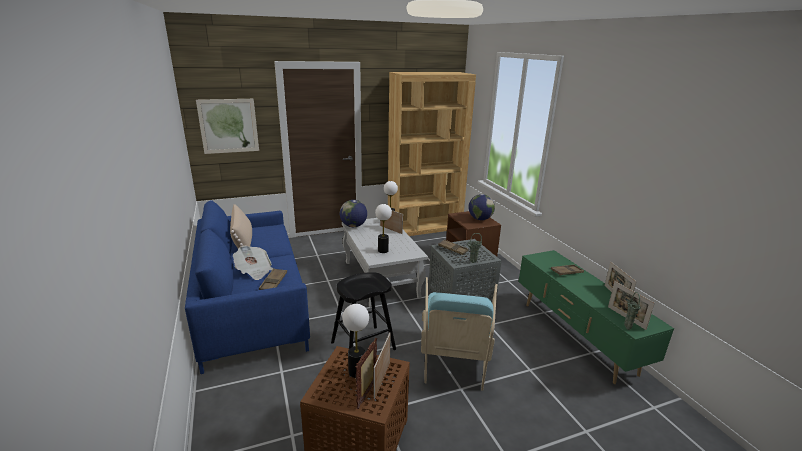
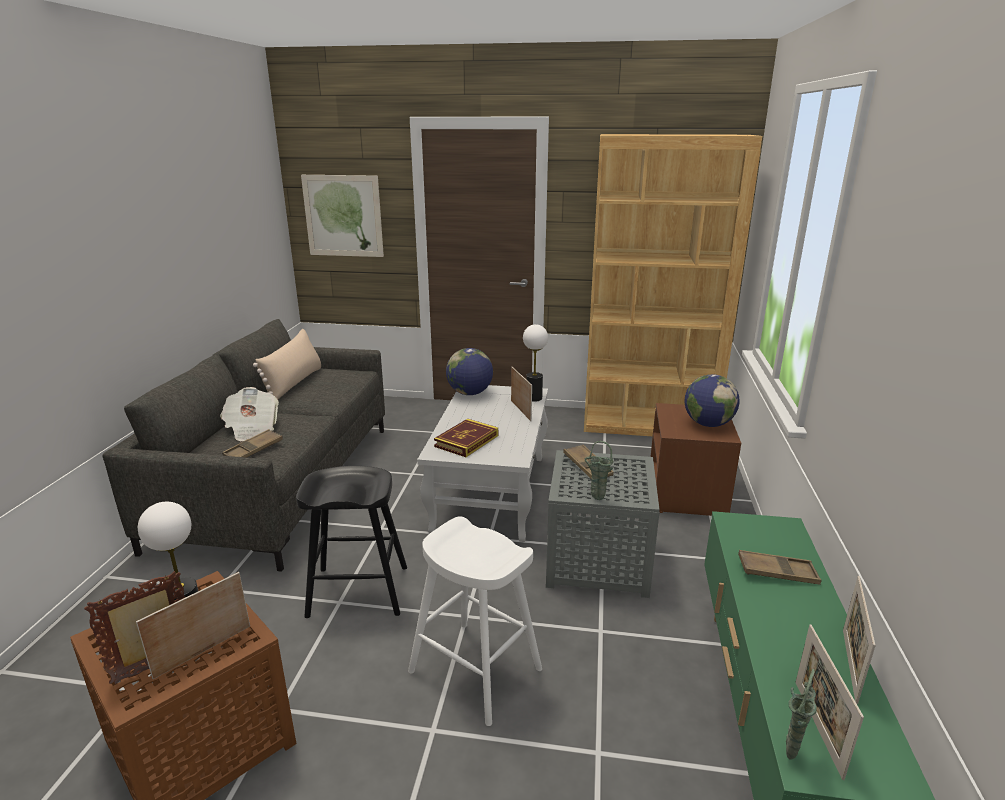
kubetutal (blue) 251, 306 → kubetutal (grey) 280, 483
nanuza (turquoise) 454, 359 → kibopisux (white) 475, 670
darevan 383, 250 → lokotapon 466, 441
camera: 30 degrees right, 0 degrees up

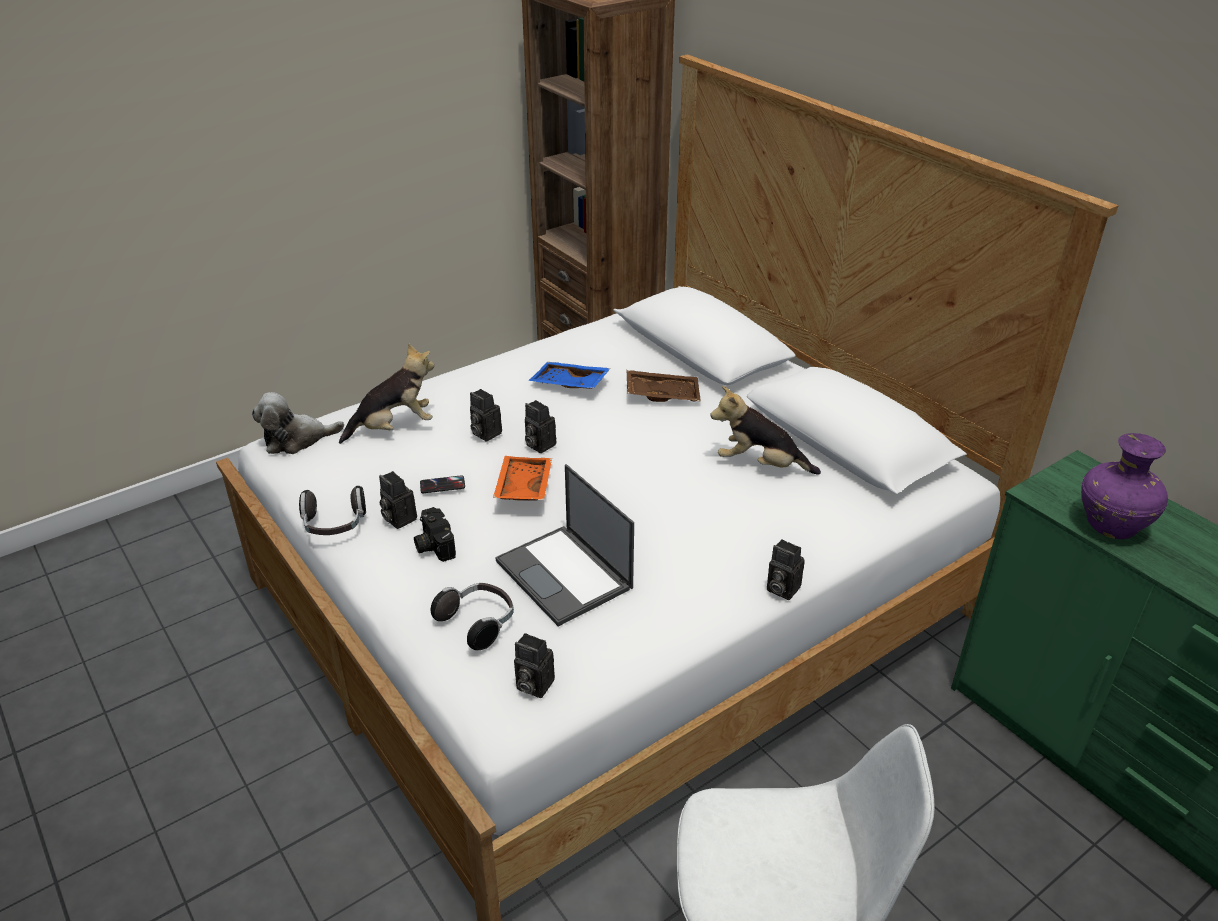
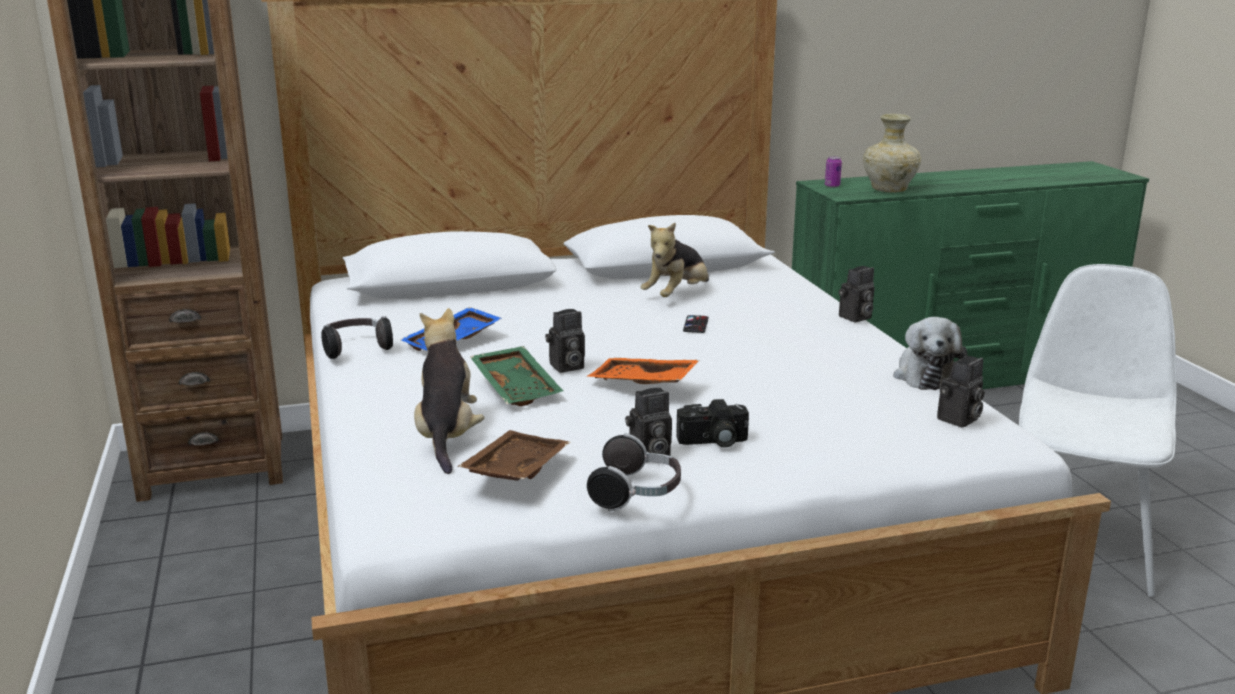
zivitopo 478, 623 → zivitopo 355, 349, shifted
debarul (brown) 662, 394 → debarul (brown) 514, 469, shifted
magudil 484, 433 → debarul (green) 518, 387
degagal 442, 485 → degagal 696, 324, shifted
- → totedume 832, 186
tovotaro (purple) 1112, 525 → tovotaro (beige) 888, 190
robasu 296, 440 → robasu 924, 375, shifted
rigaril 565, 575 → -
camera: 70 degrees left, 15 degrees down

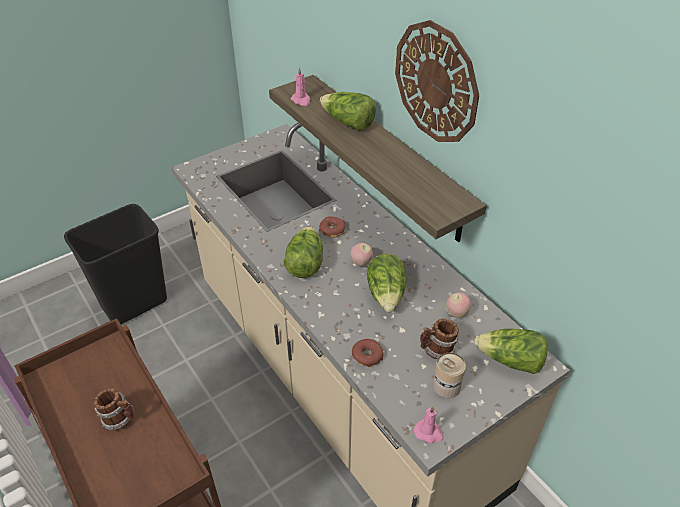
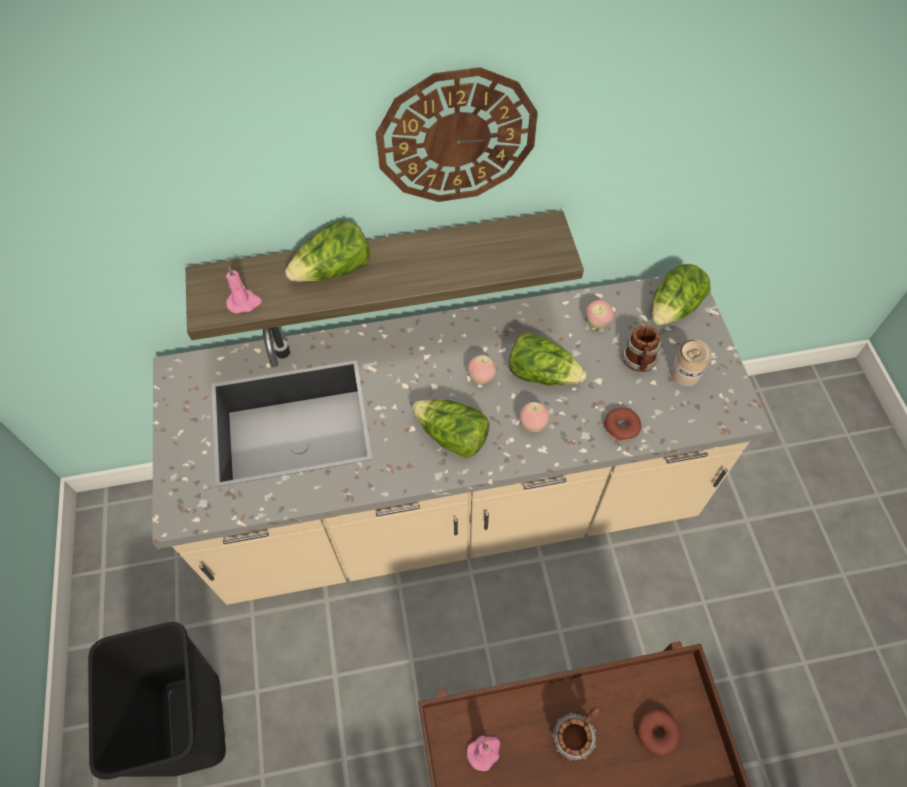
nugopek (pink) 429, 433 → nugopek (pink) 484, 751, shifted
- → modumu 533, 424
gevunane 332, 230 → gevunane 656, 733, shifted
camera: 65 degrees left, 15 degrees up

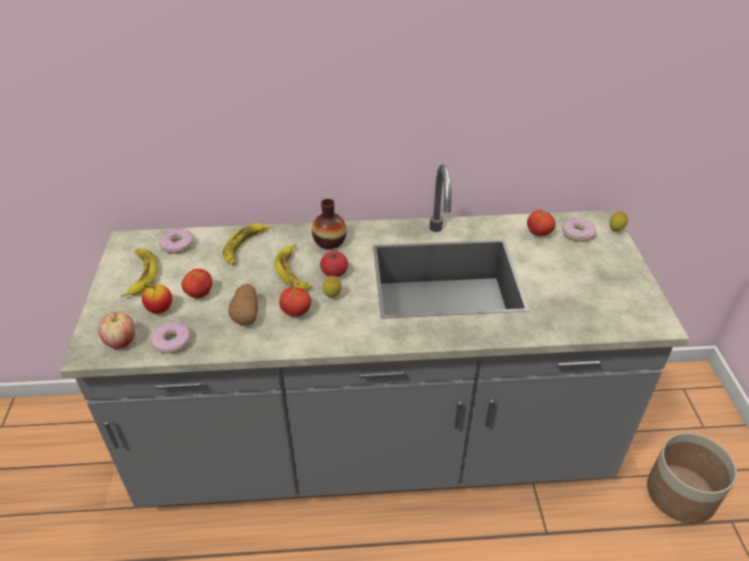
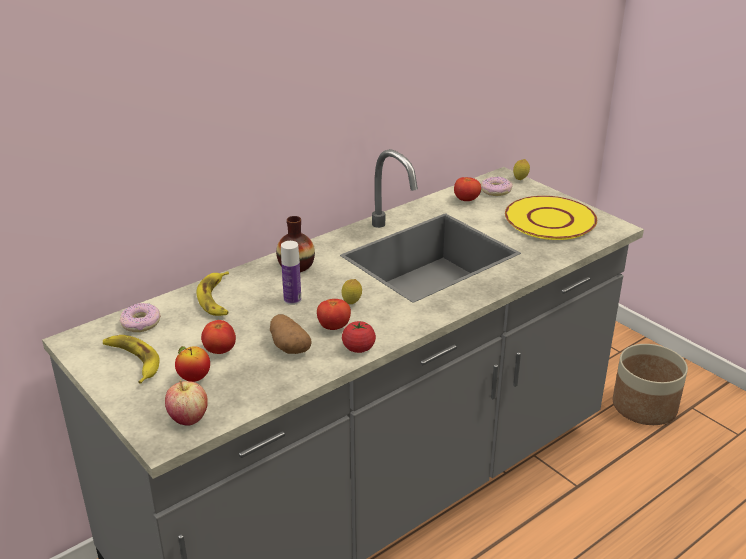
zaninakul 294, 272 → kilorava 292, 300
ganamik 334, 273 → ganamik 358, 348, shifted
- → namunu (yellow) 549, 220
gevunane 172, 342 → -
camera: 35 degrees left, 10 degrees down

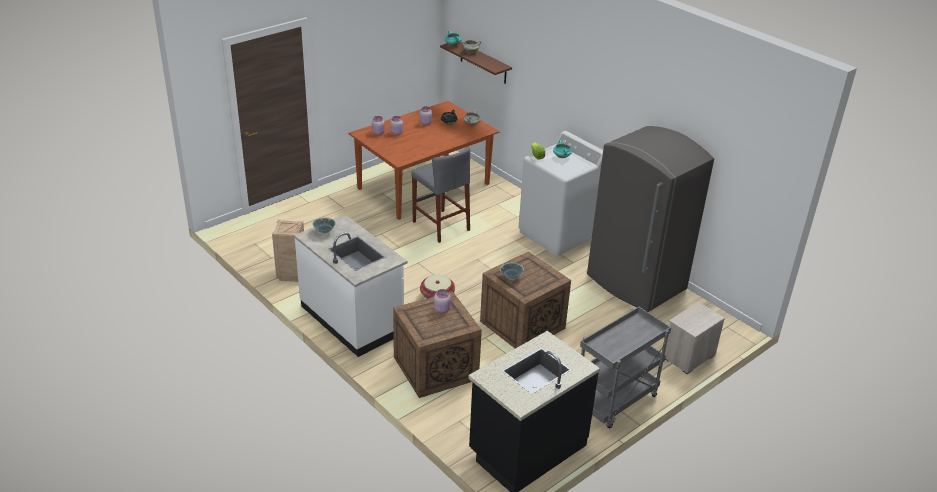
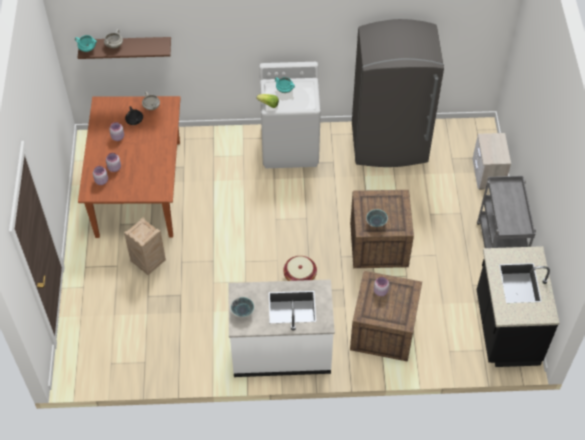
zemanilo 292, 275 → zemanilo 149, 263, shifted
kibopisux (grey) 441, 226 → -
camera: 50 degrees left, 20 degrees up

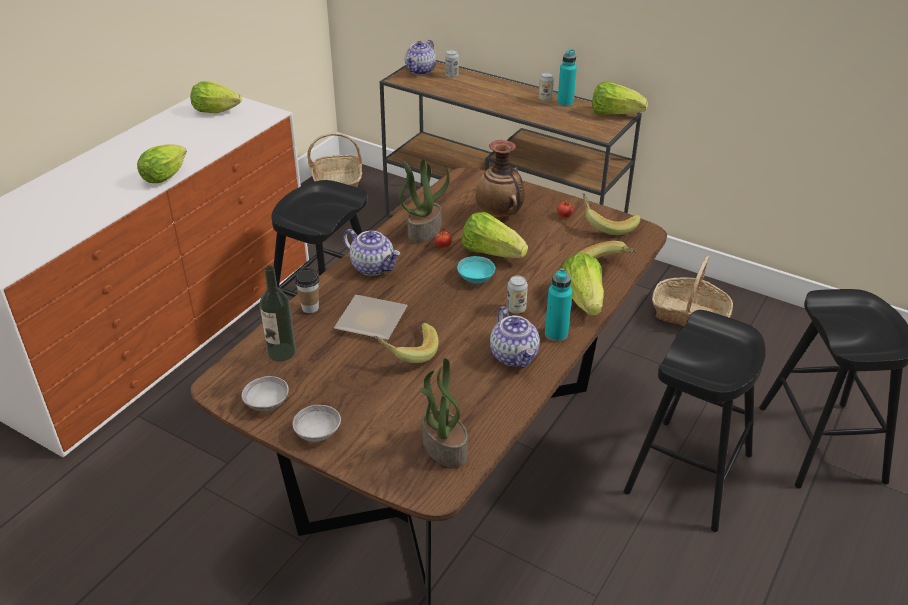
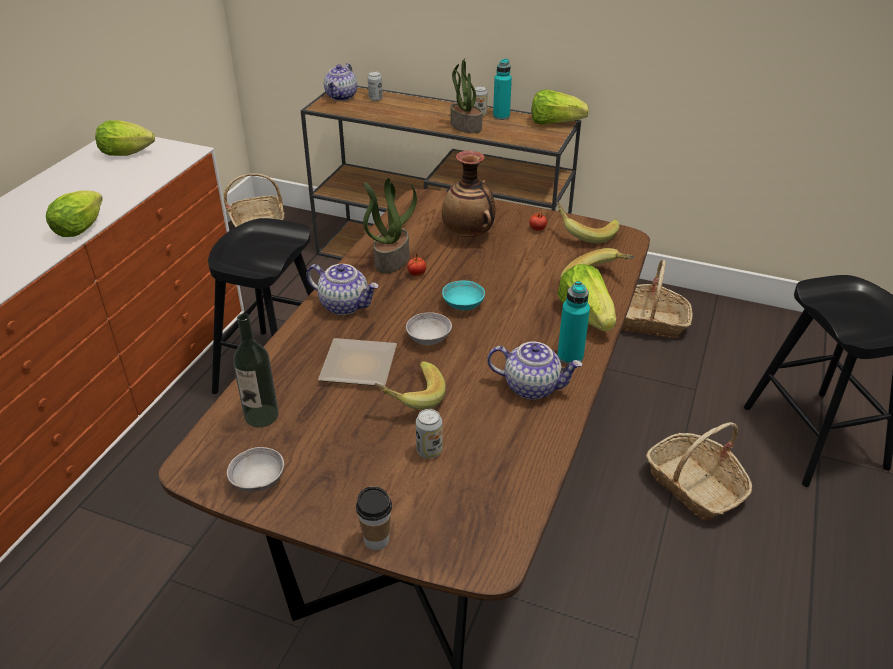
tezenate 310, 308 → tezenate 376, 540, shifted
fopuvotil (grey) 318, 432 → fopuvotil (grey) 429, 338, shifted
totedume 516, 309 → totedume 429, 451, shifted
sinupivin 443, 448 → sinupivin 465, 126, shifted
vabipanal 514, 356 → vabipanal 532, 386, 45 degrees counterclockwise
kibopisux (black) 688, 473 → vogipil 694, 486
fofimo 491, 252 → -
camera: 10 degrees left, 0 degrees up

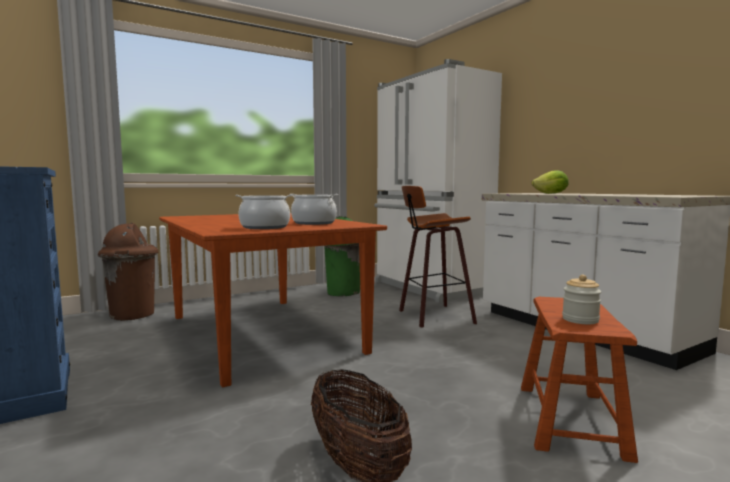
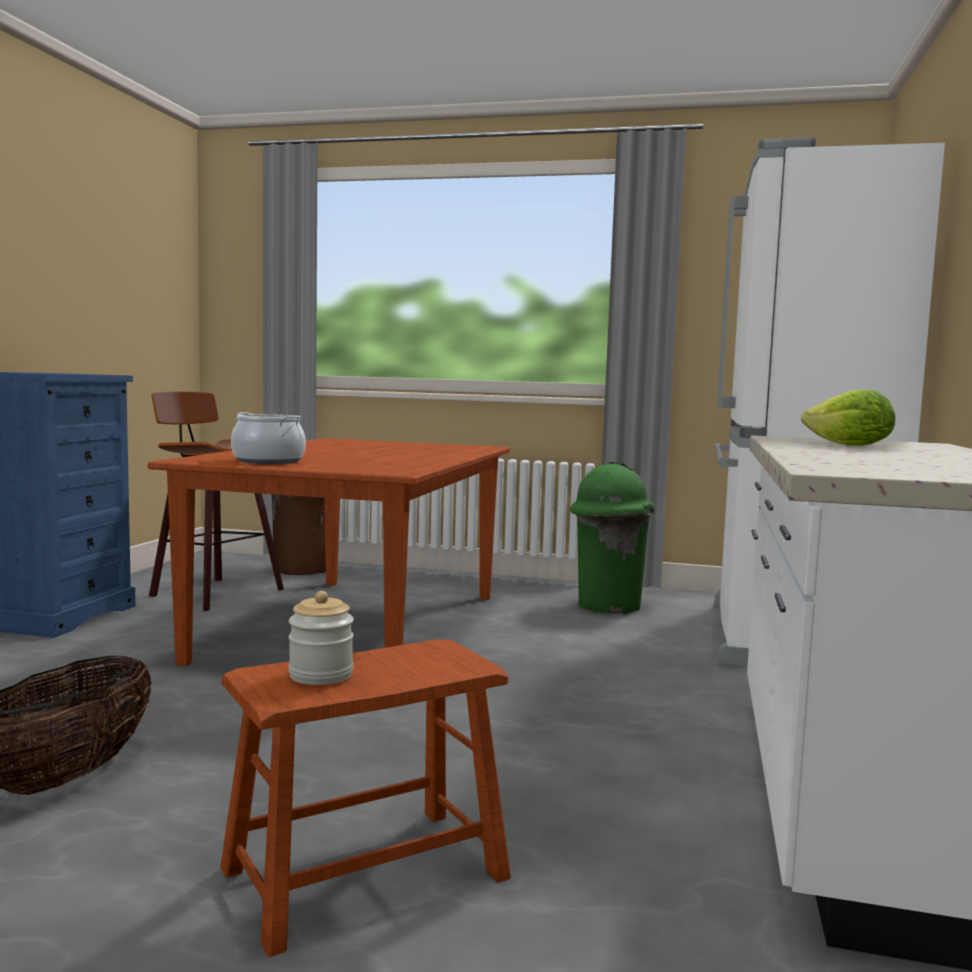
kibopisux 433, 316 → kibopisux 212, 593, shifted
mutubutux 314, 223 → -
camera: 45 degrees right, 0 degrees up

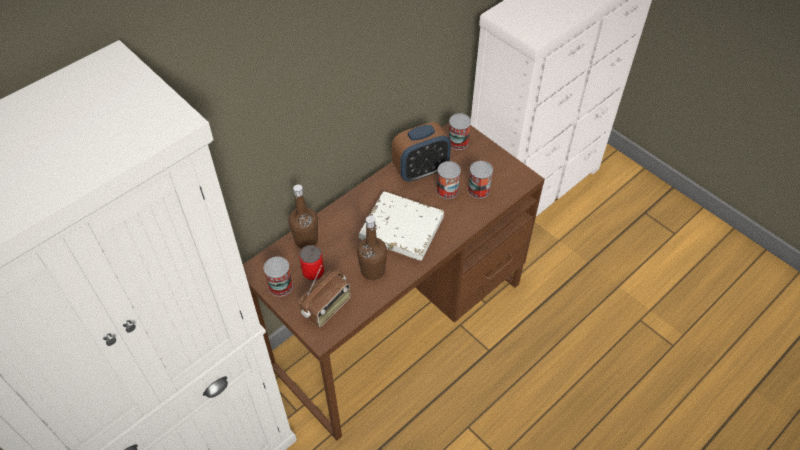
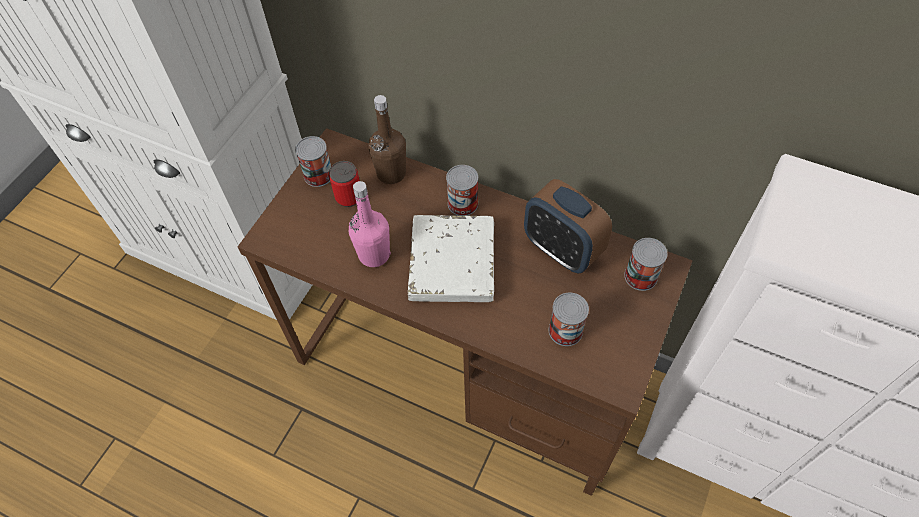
kilorava (brown) 373, 271 → kilorava (pink) 374, 254
totedume 447, 190 → totedume 462, 203, shifted
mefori 327, 308 → -
camera: 70 degrees right, 5 degrees up

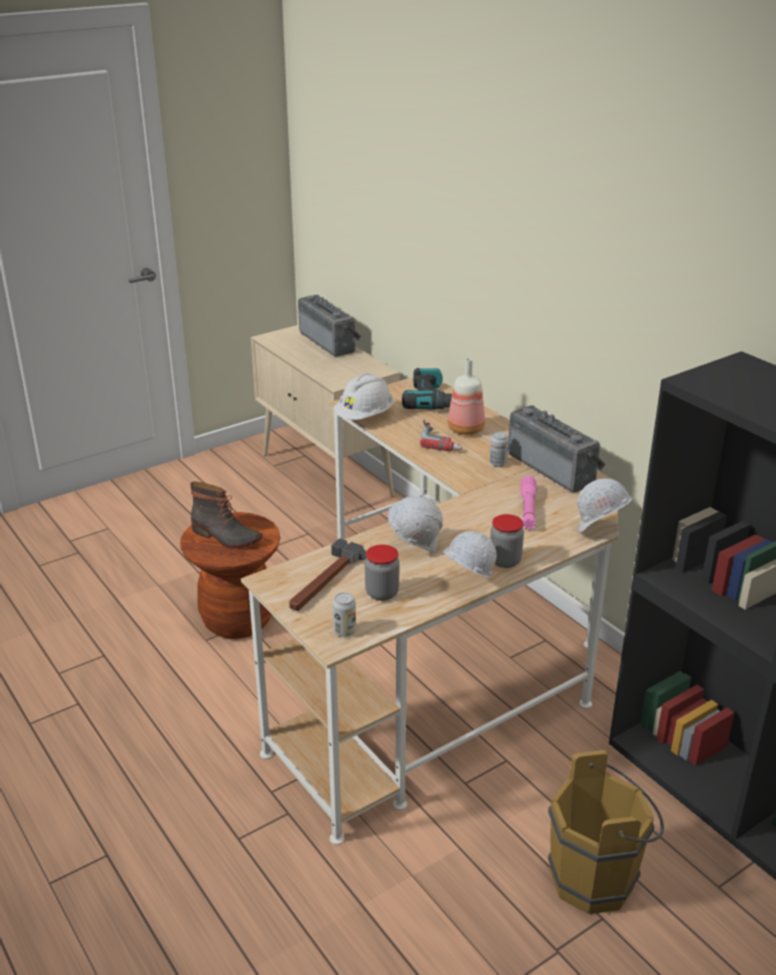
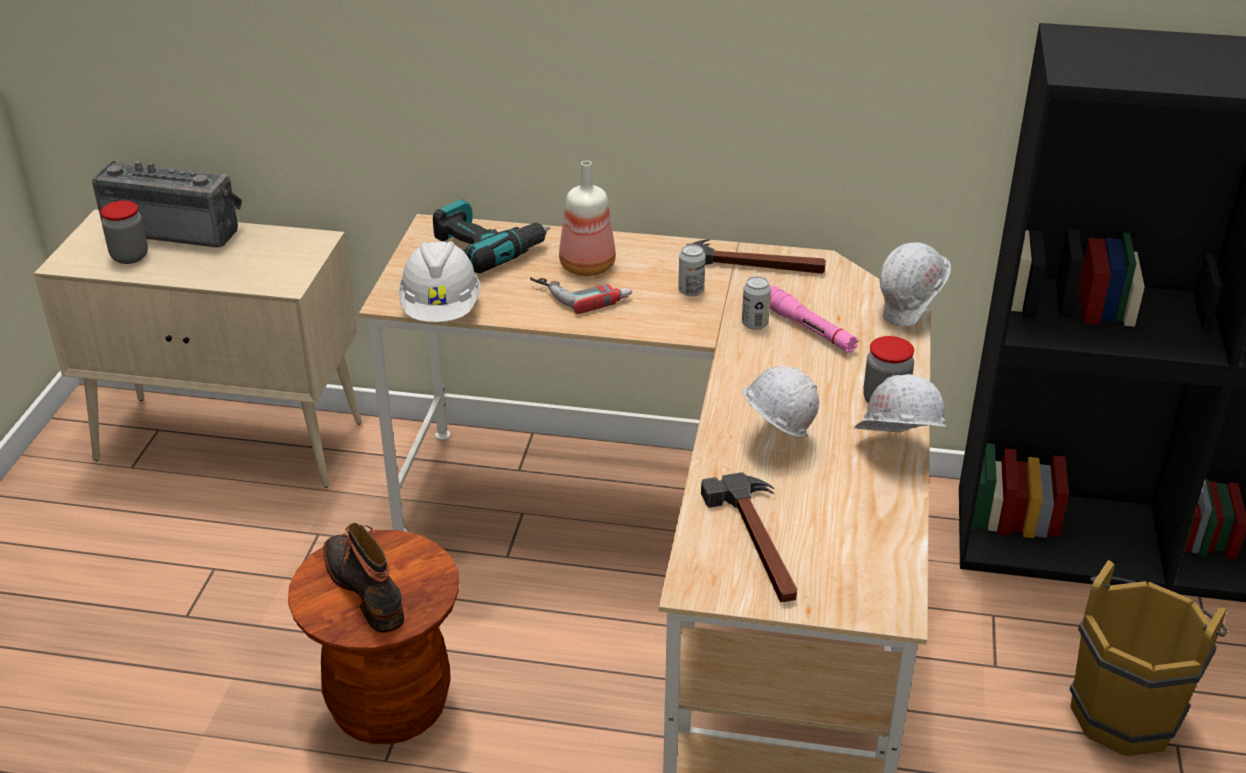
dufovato 382, 593 → dufovato 130, 256, shifted
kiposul 225, 537 → kiposul 367, 588, 105 degrees counterclockwise
mefori 554, 468 → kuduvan 754, 266
totedume 344, 631 → totedume 754, 324, shifted
camera: 45 degrees left, 5 degrees up

